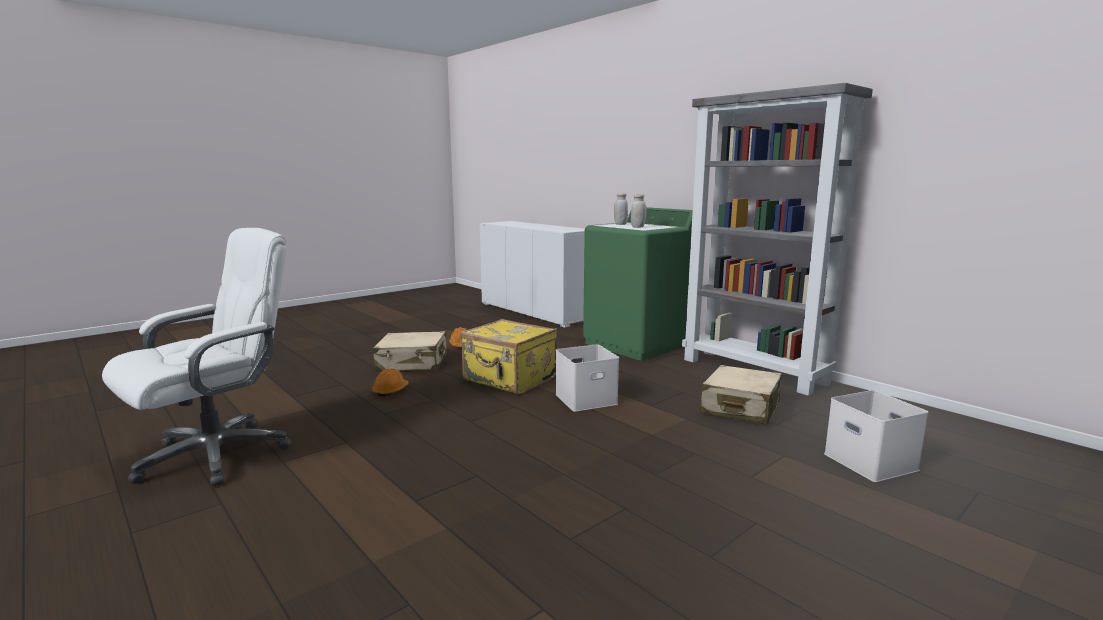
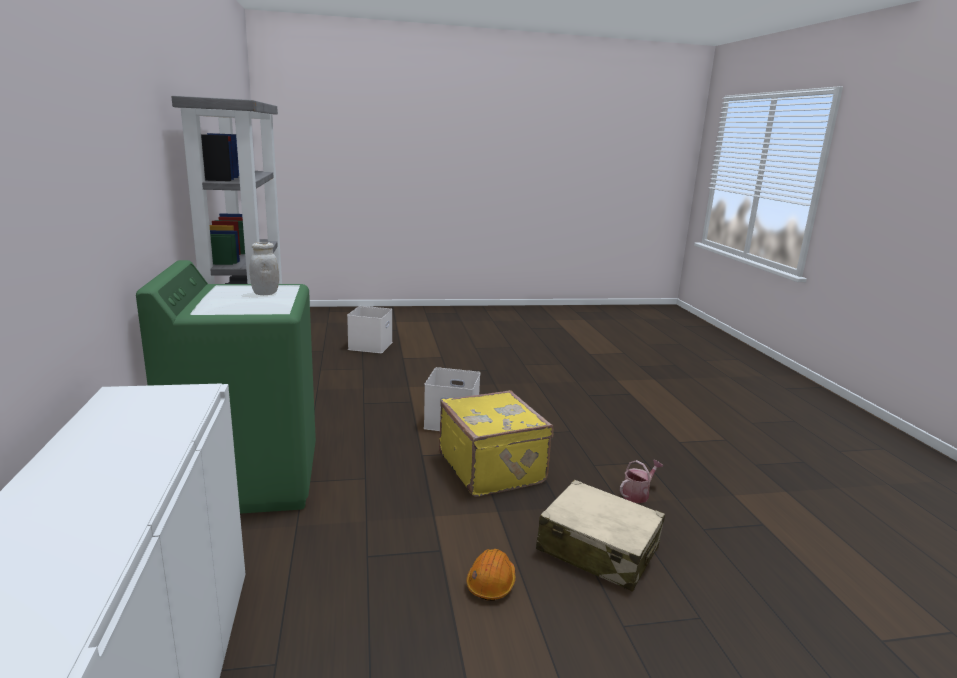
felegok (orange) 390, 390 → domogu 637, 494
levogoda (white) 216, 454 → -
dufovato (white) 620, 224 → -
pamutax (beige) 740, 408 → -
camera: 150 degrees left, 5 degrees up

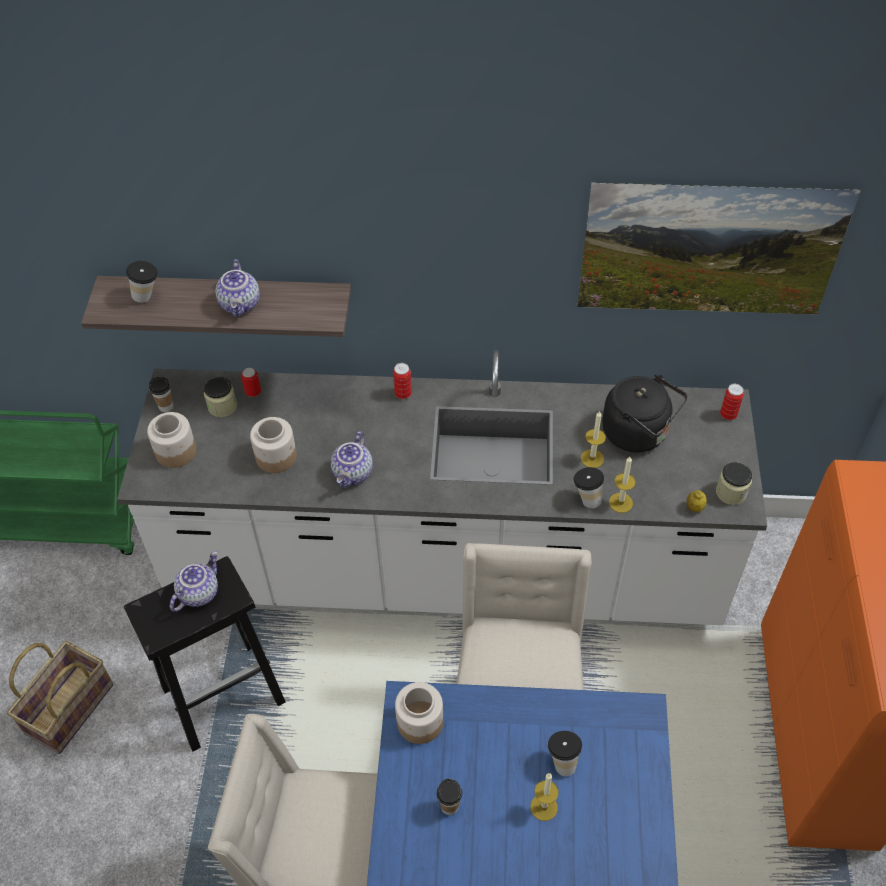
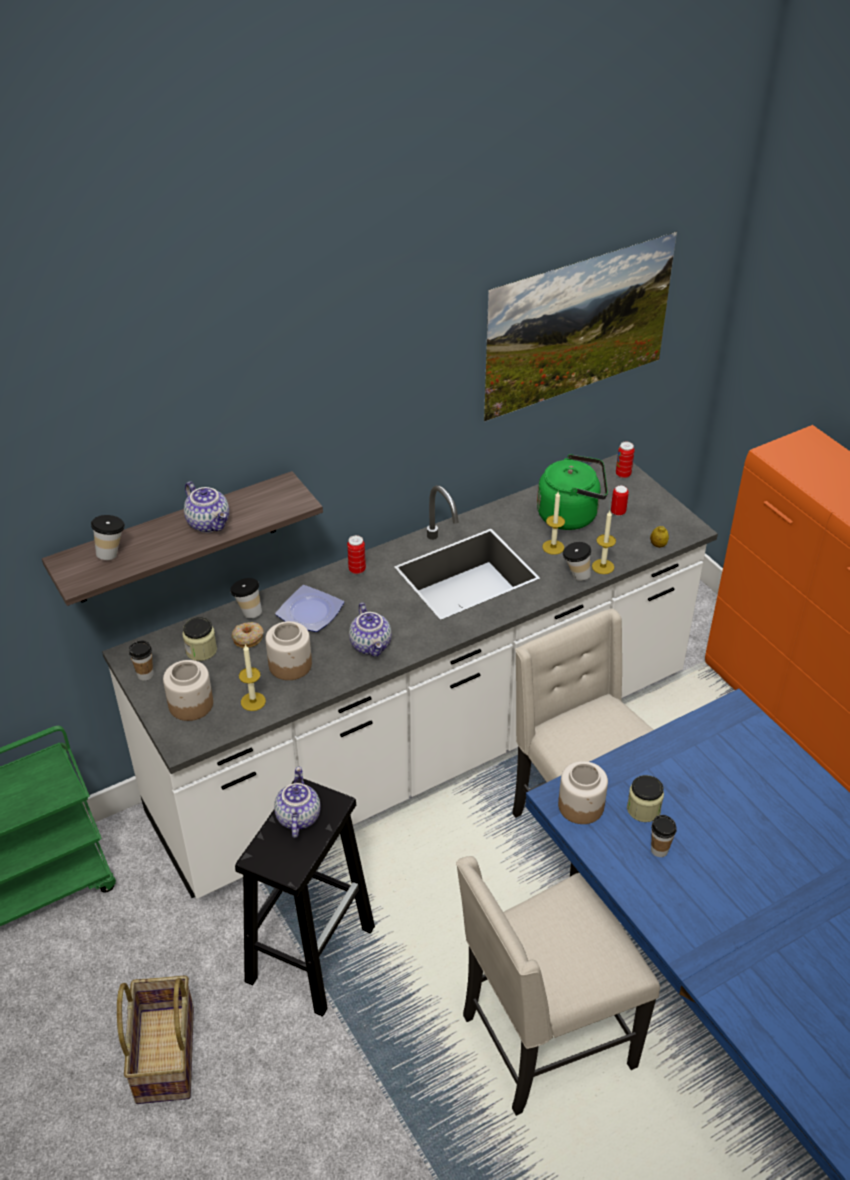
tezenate 562, 761 → tezenate 248, 612, shifted
- → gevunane 248, 638
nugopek 544, 807 → nugopek 253, 701, shifted
- → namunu 310, 611
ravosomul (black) 639, 433 → ravosomul (green) 571, 515
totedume 253, 392 → totedume 618, 512, shifted
dufovato 731, 492 → dufovato 643, 809, shifted
camera: 35 degrees left, 10 degrees down

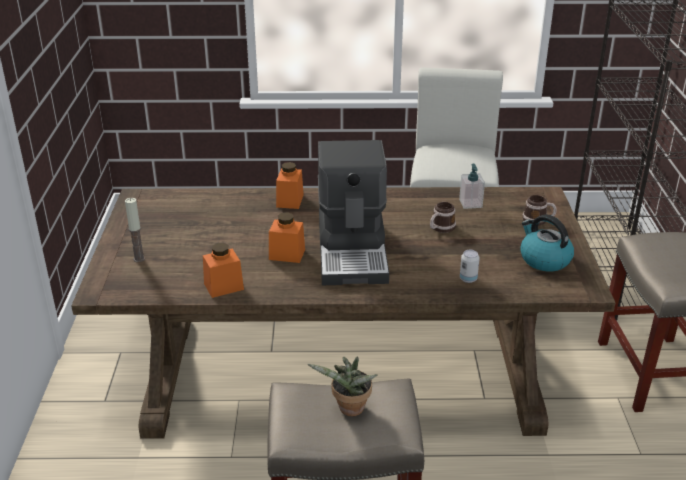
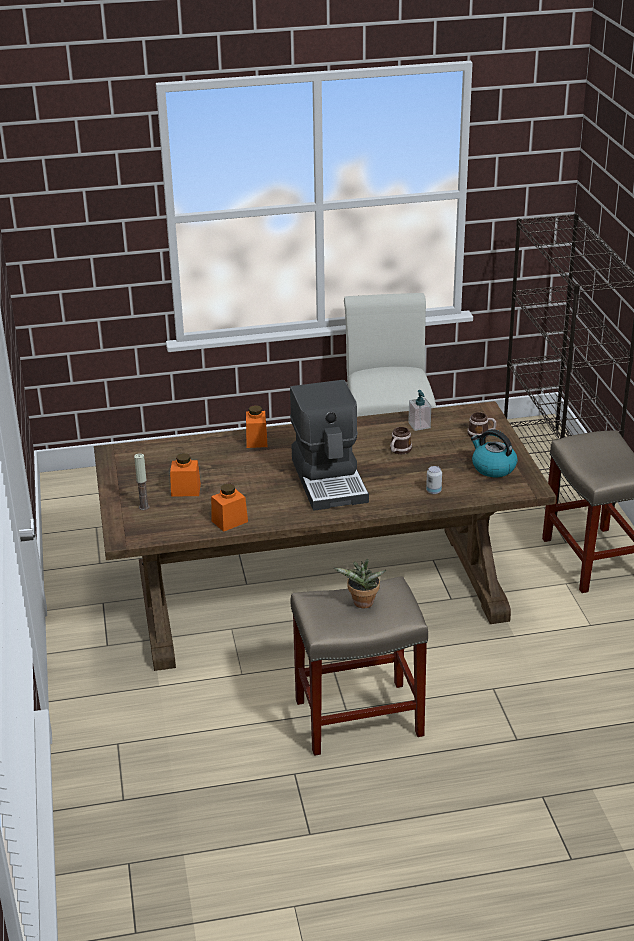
dufovato (orange) 287, 254 → dufovato (orange) 185, 490, shifted
camera: 10 degrees left, 0 degrees up

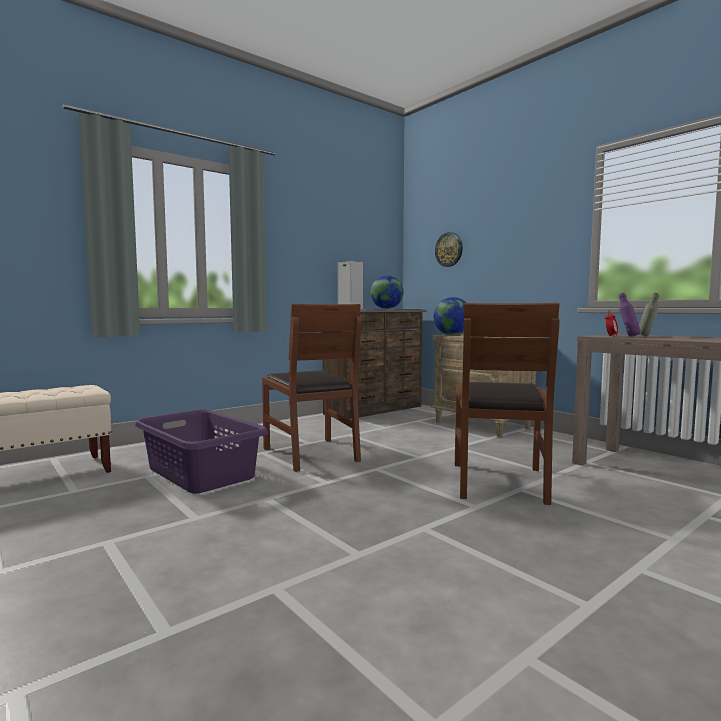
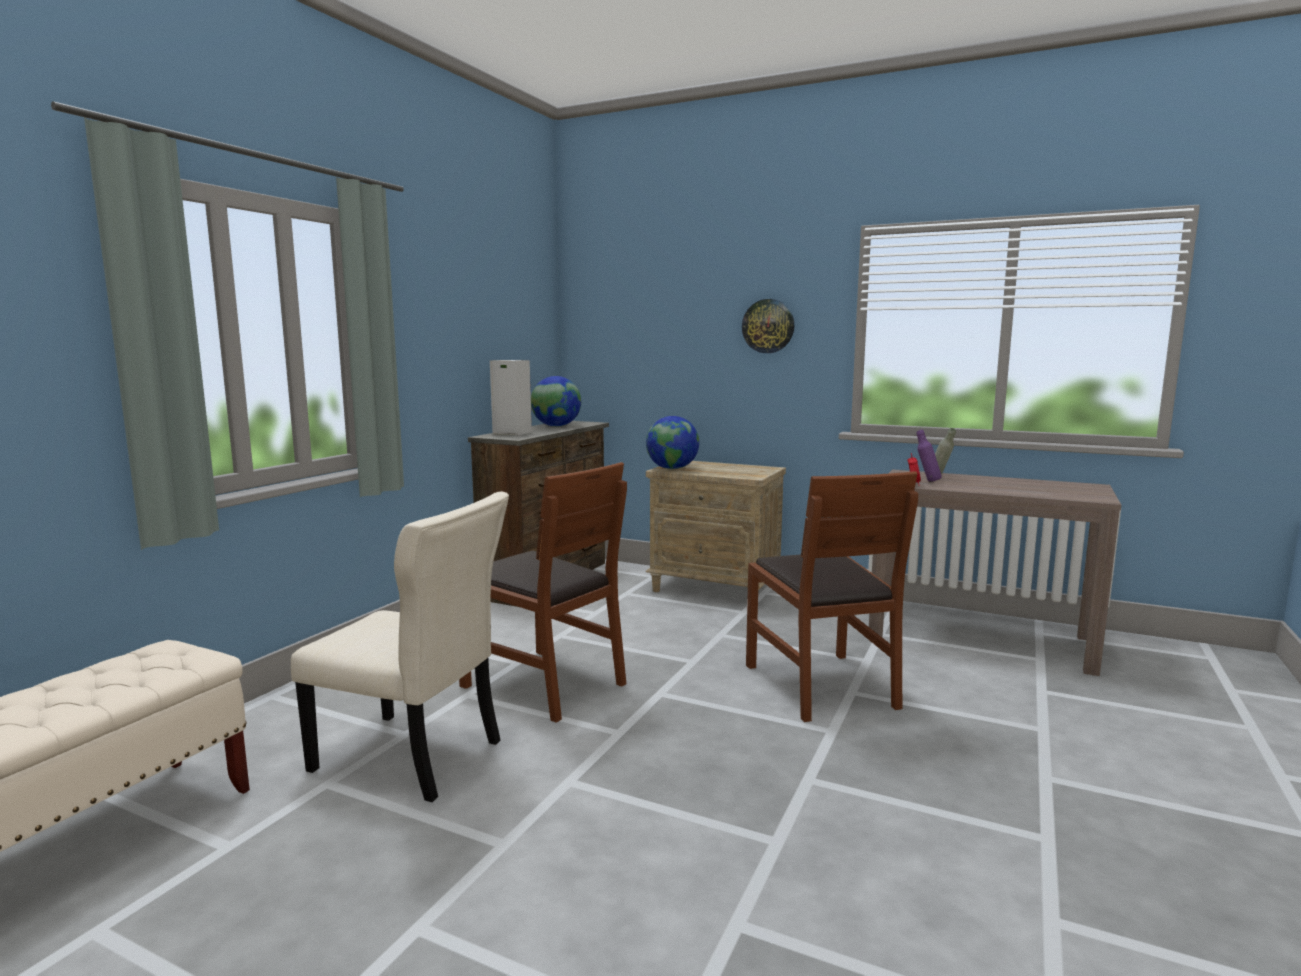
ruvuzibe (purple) 200, 473 → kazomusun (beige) 413, 758
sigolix 449, 249 → sigolix 768, 326, shifted
camera: 25 degrees left, 5 degrees up

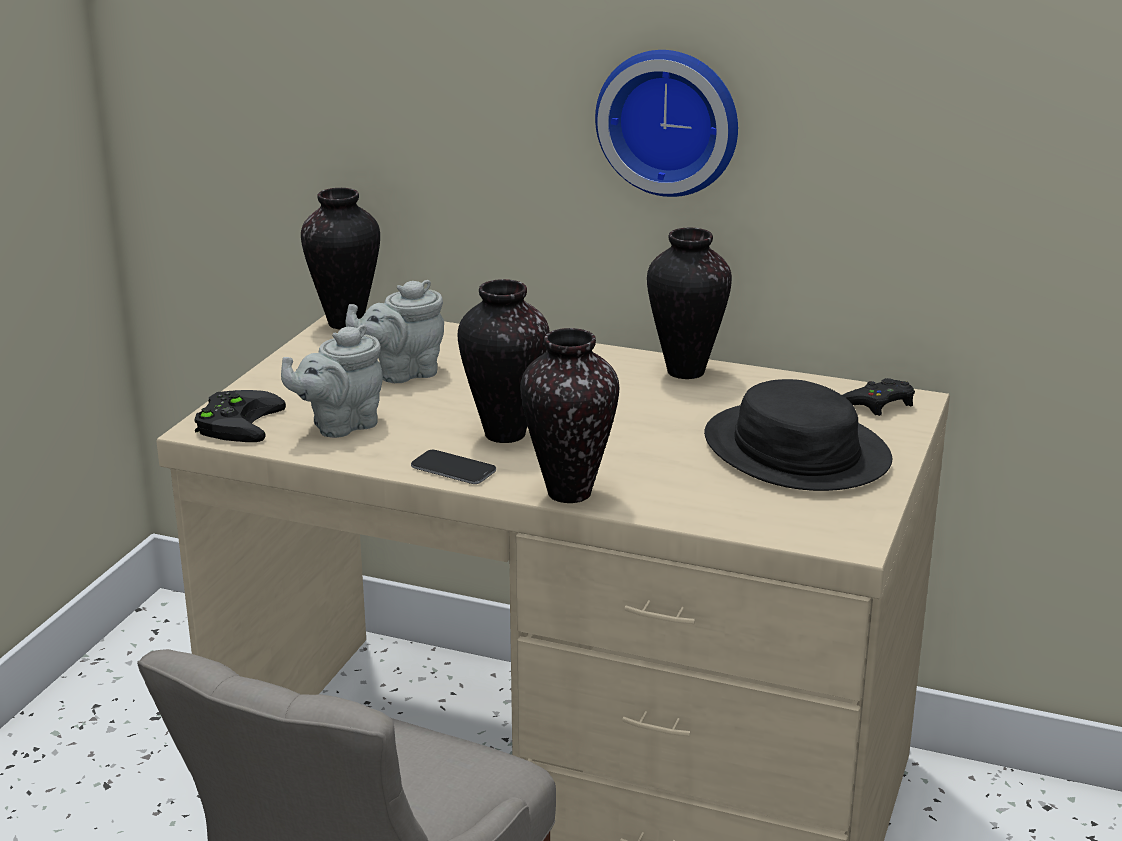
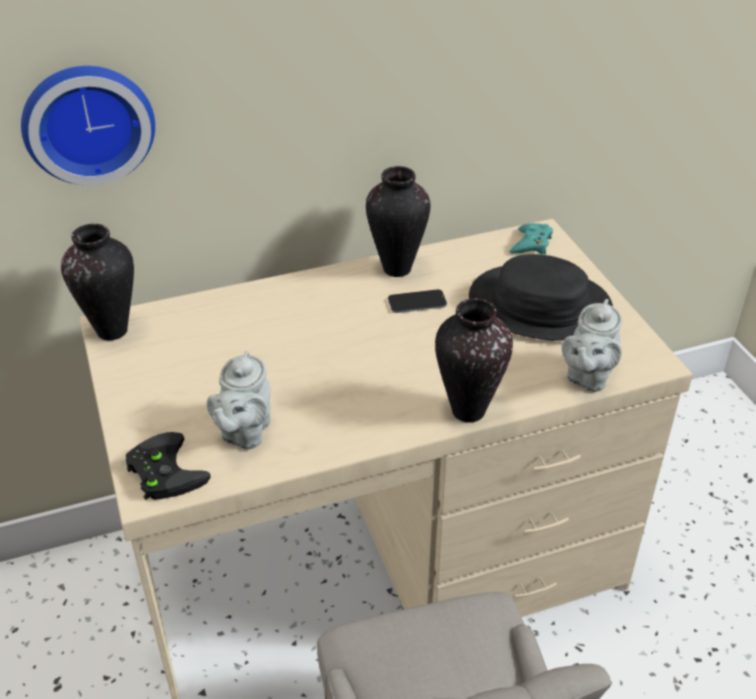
sigolix 670, 120 → sigolix 88, 122, shifted
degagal 453, 469 → degagal 417, 302, shifted
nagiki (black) 879, 403 → nagiki (turquoise) 531, 244
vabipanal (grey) 402, 373 → vabipanal (grey) 587, 377, shifted
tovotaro 504, 434 → -
camera: 40 degrees left, 15 degrees up

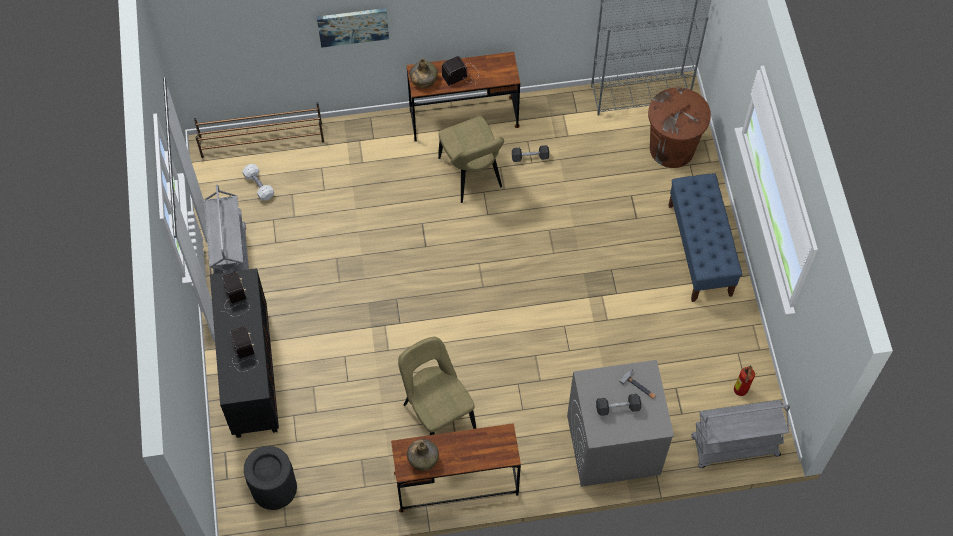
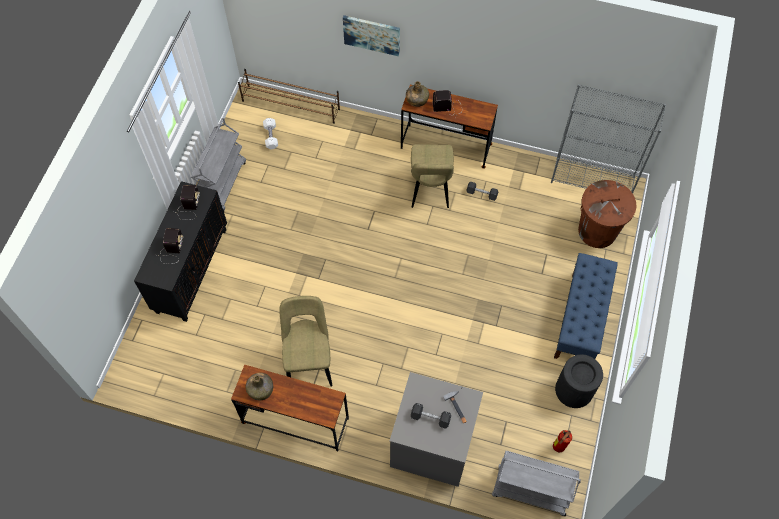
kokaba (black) 273, 488 → kokaba (black) 574, 389, shifted
camera: 25 degrees right, 0 degrees up

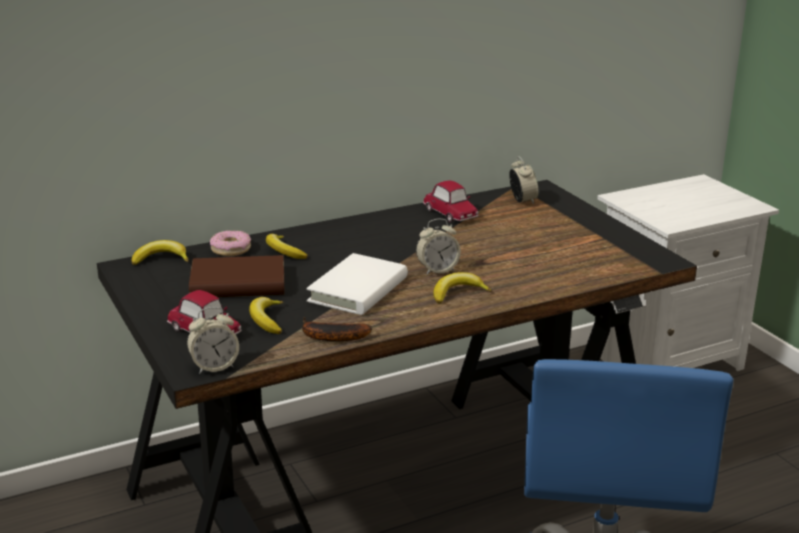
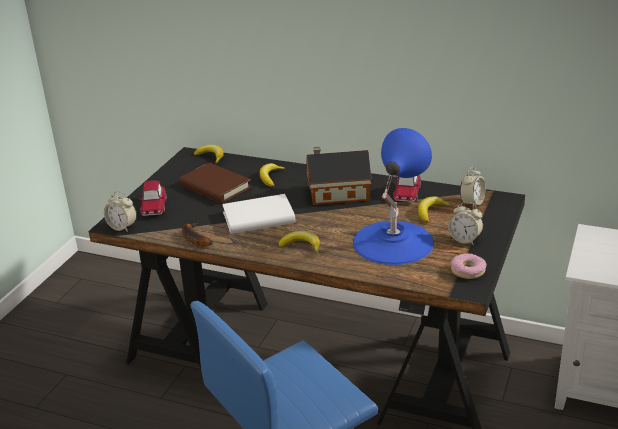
- → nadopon 336, 193
- → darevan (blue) 393, 242
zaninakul 267, 320 → zaninakul 431, 212, shifted
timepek 437, 270 → timepek 464, 240, shifted
gevunane 231, 249 → gevunane 468, 271, shifted
camera: 50 degrees right, 5 degrees up

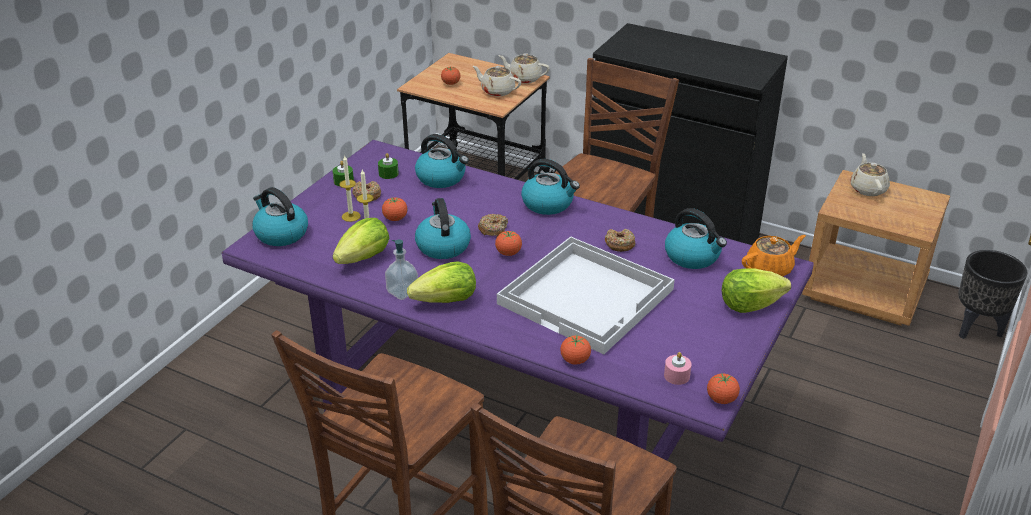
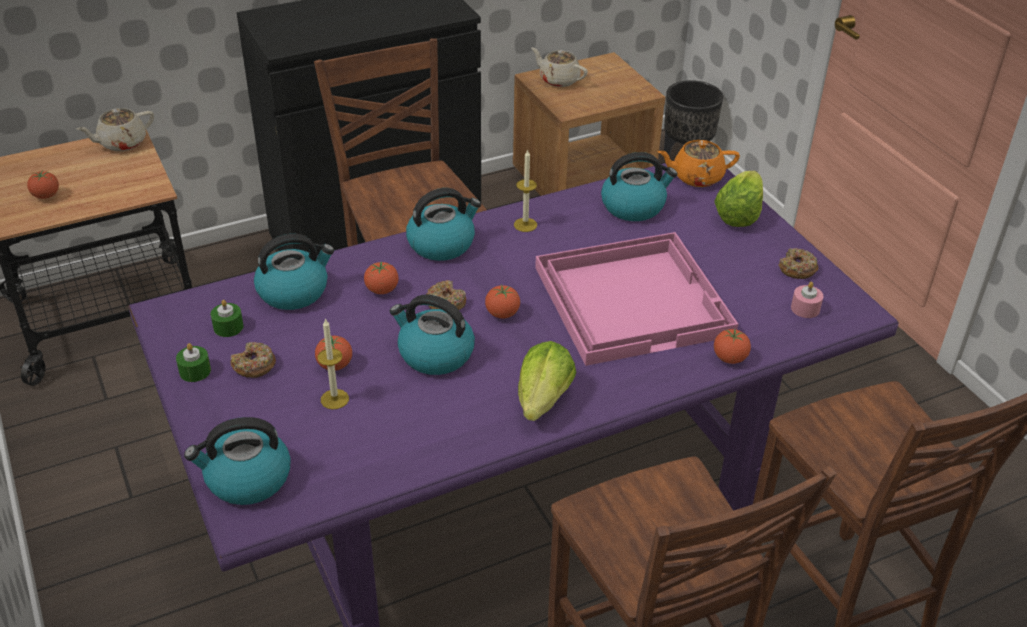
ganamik 721, 399 → ganamik 382, 290, shifted
nugopek 351, 216 → nugopek 525, 225, shifted
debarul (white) 587, 296 → debarul (pink) 633, 299
vabipanal (orange) 770, 269 → vabipanal (orange) 696, 177, 105 degrees counterclockwise
gevunane 619, 244 → gevunane 797, 269, shifted
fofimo 364, 258 → -
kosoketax 402, 292 → -
vabipanal (beige) 497, 91 → -
camera: 55 degrees left, 5 degrees up

